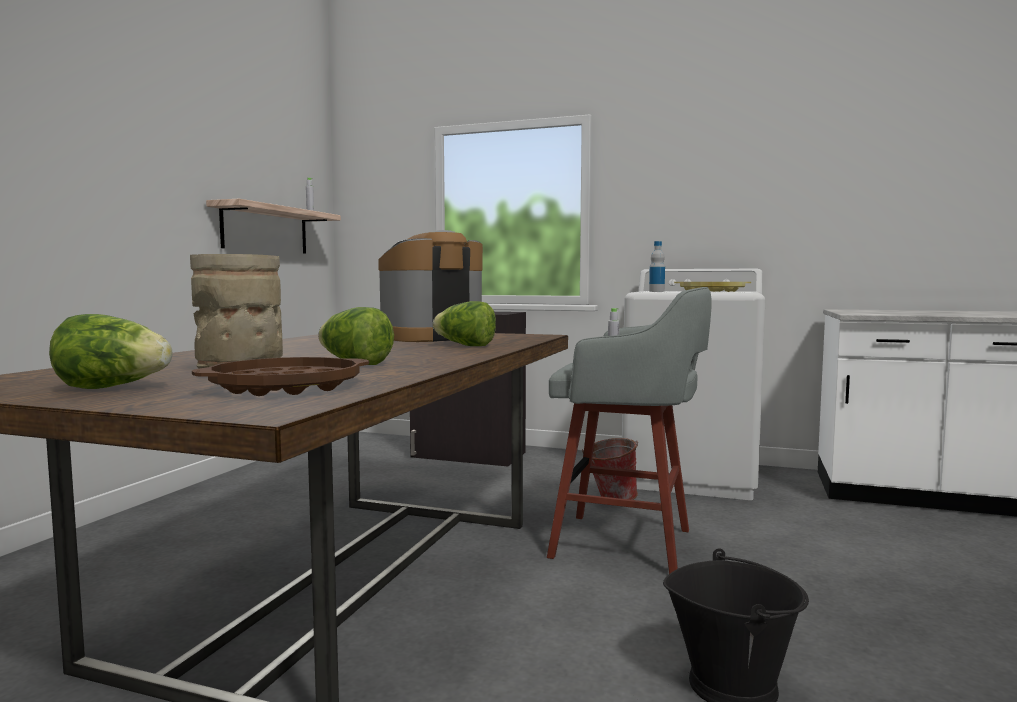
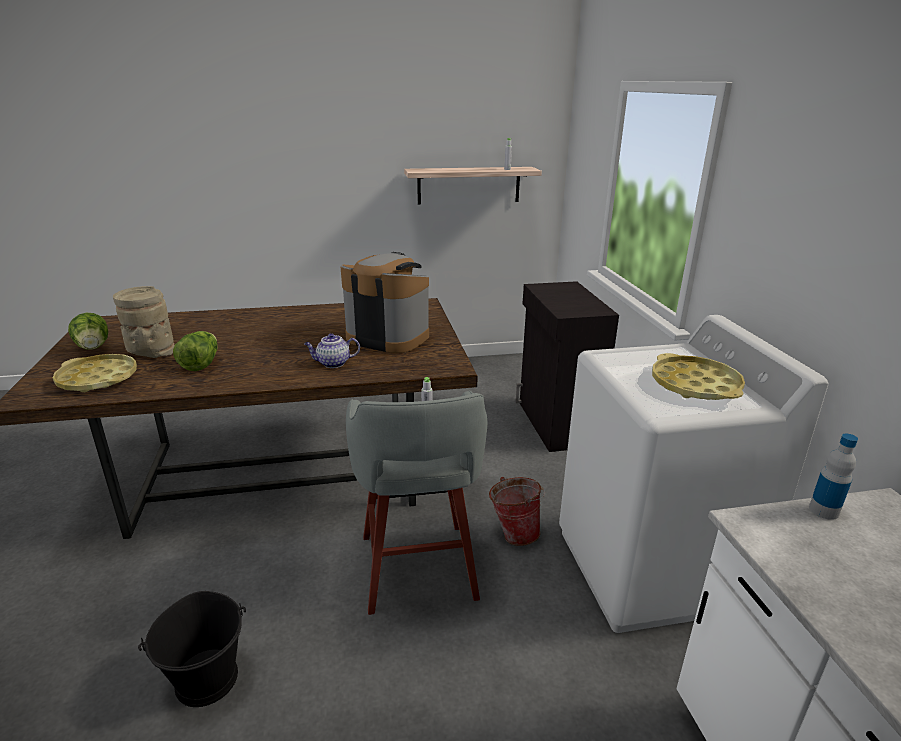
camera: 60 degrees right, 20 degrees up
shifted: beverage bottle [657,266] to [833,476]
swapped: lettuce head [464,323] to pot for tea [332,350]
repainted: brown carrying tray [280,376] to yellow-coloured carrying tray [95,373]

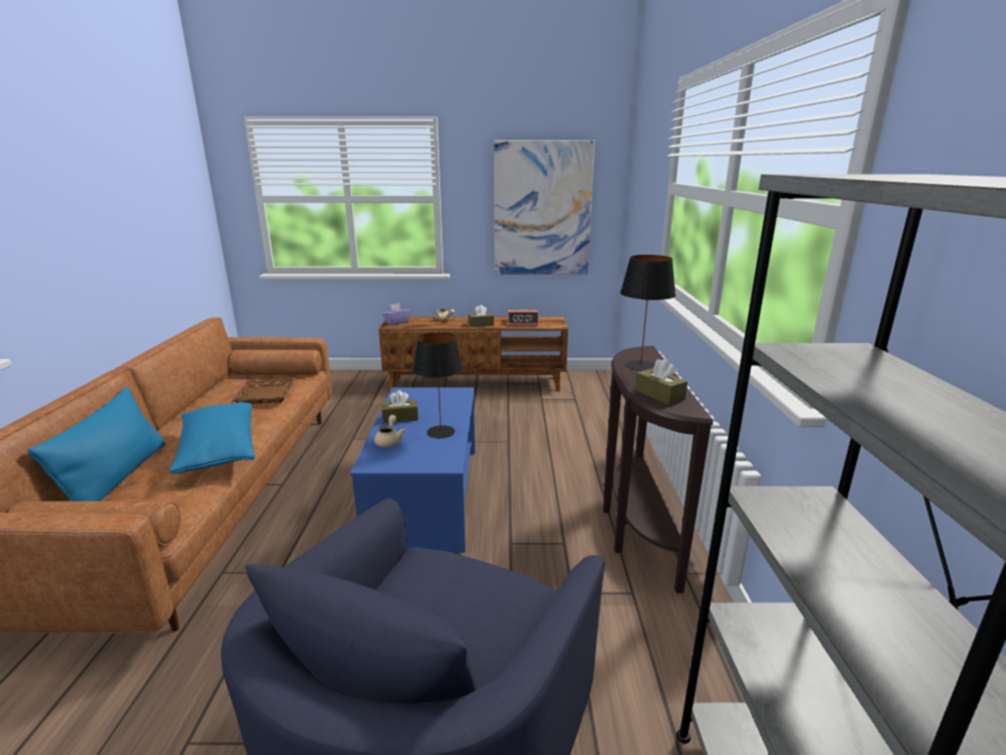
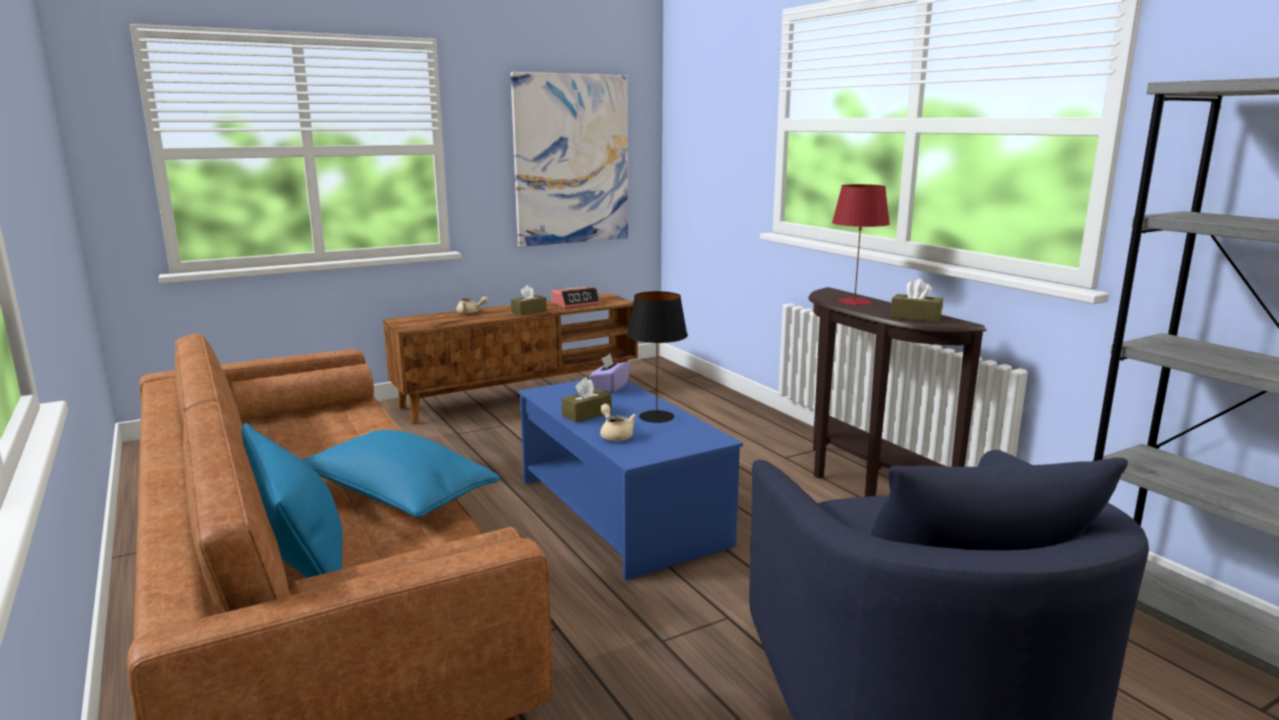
camera: 30 degrees left, 5 degrees down
gone: brown carrying tray [264,391]
shifted: purple box of tissues [396,314] to [610,373]
repainted: blackish table lamp [648,313] to red table lamp [861,244]

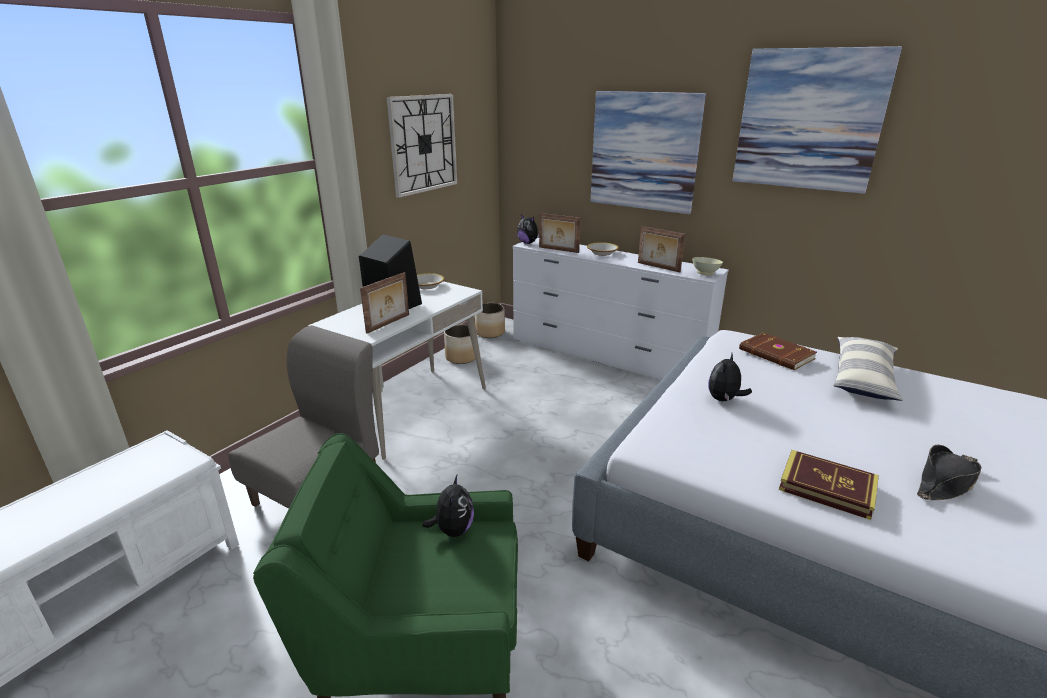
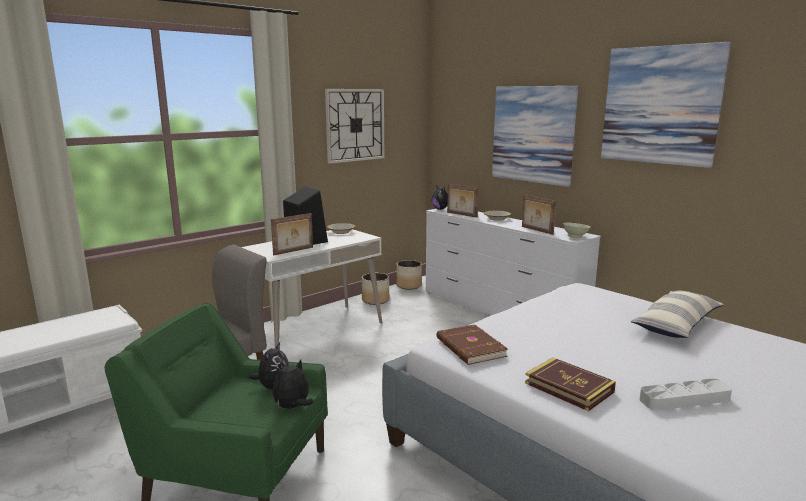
camera: 15 degrees right, 10 degrees down
shifted: brown volume [778,351] to [472,344]; cuddly toy [730,377] to [292,384]
swapped: blackish wearable hat [949,472] to grey carrying tray [685,394]

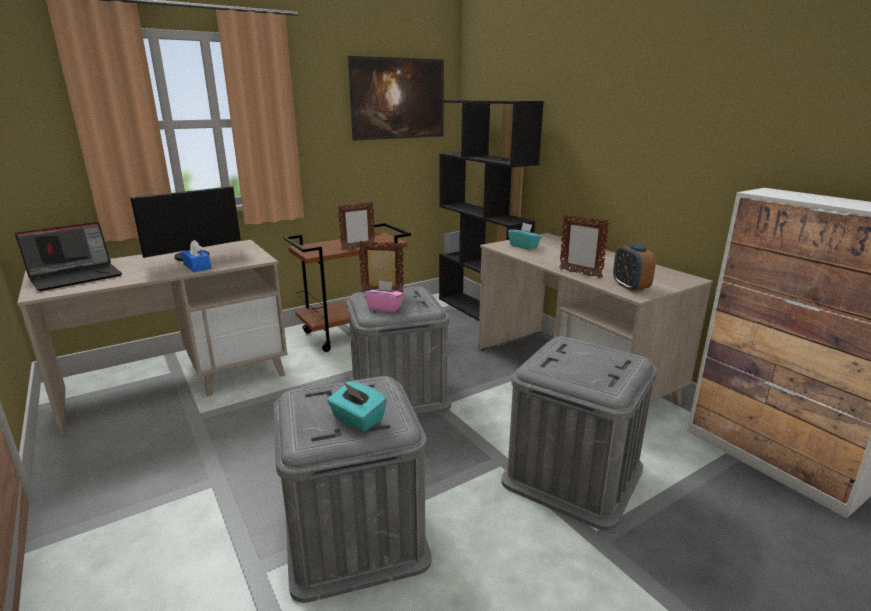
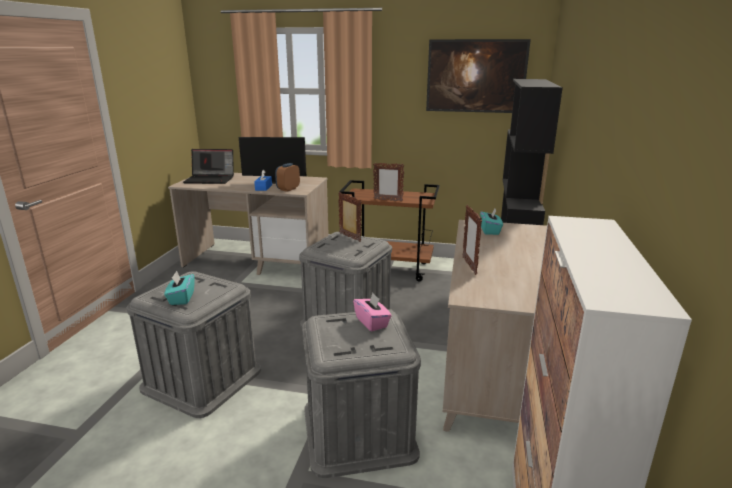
camera: 45 degrees right, 0 degrees up
shifted: alarm clock [634,268] to [287,177]; pinkish box of tissues [384,296] to [372,312]

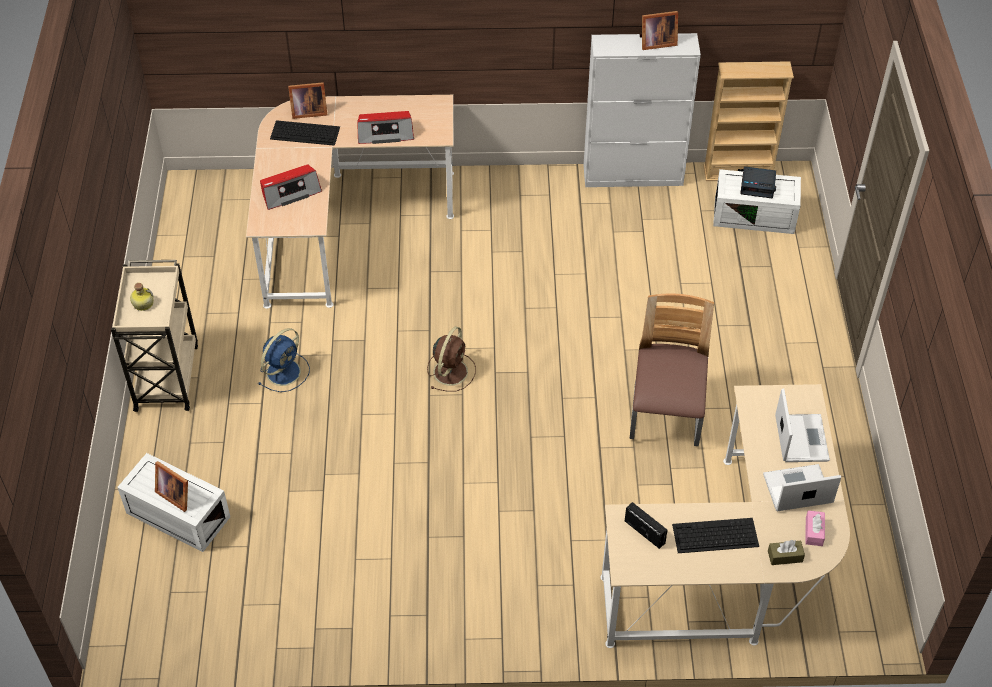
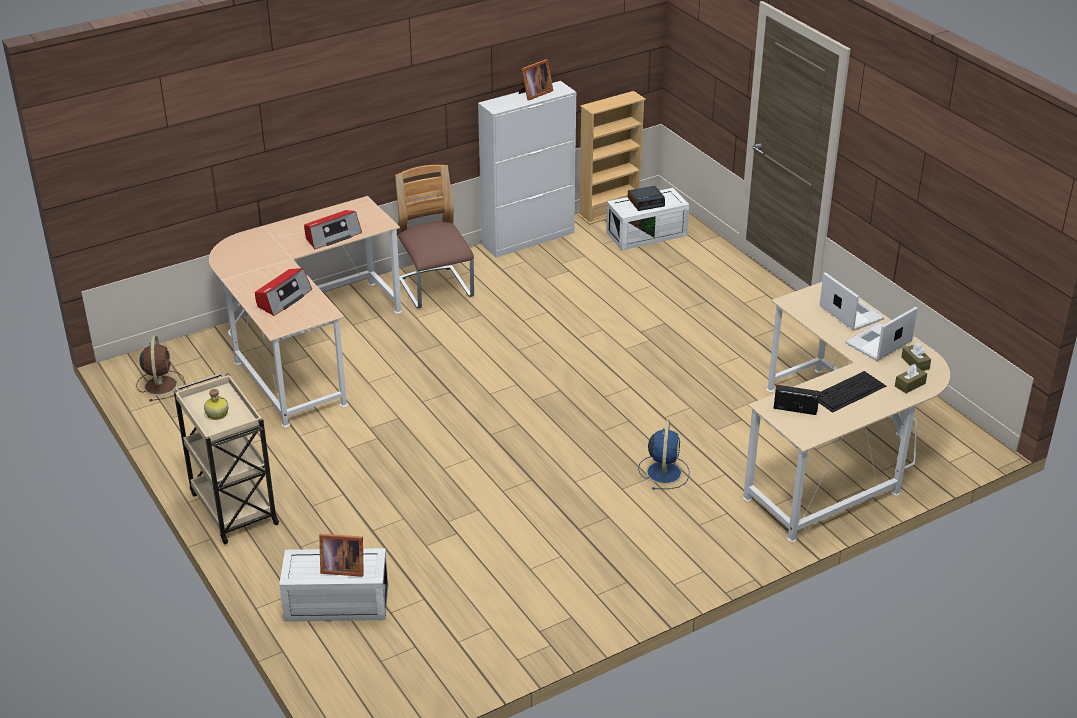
camera: 30 degrees left, 15 degrees down
gone: photo frame [307,100]; keyboard [305,133]
shifted: plain chair [672,370] to [434,237]; brown cooling fan [451,359] to [160,368]; bluish cooling fan [284,360] to [664,455]
repainted: pinkish box of tissues [815,528] to brown box of tissues [916,356]

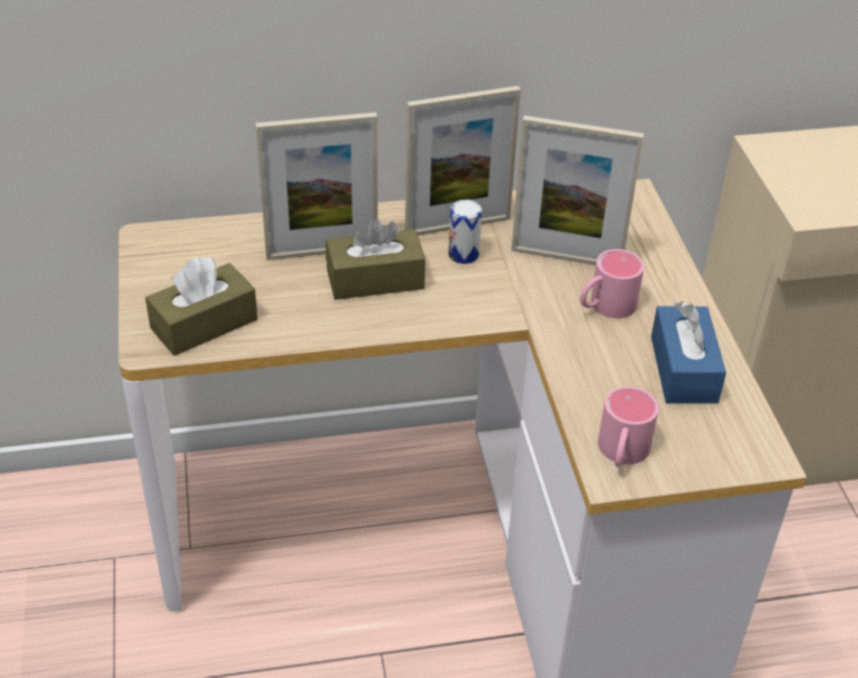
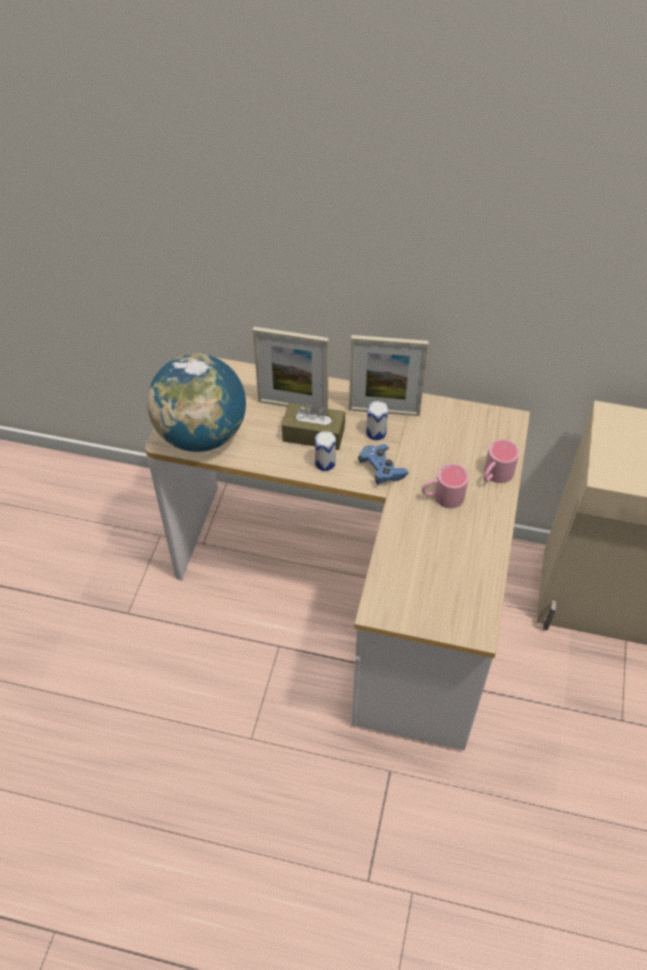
camera: 25 degrees right, 10 degrees up
gone: photo frame [577,190]; bluish box of tissues [688,353]
new: metal can [325,451]; bluish joypad [383,464]
shifted: pinkish tea mug [628,426] to [501,461]
swapped: brown box of tissues [201,306] to world globe [196,403]

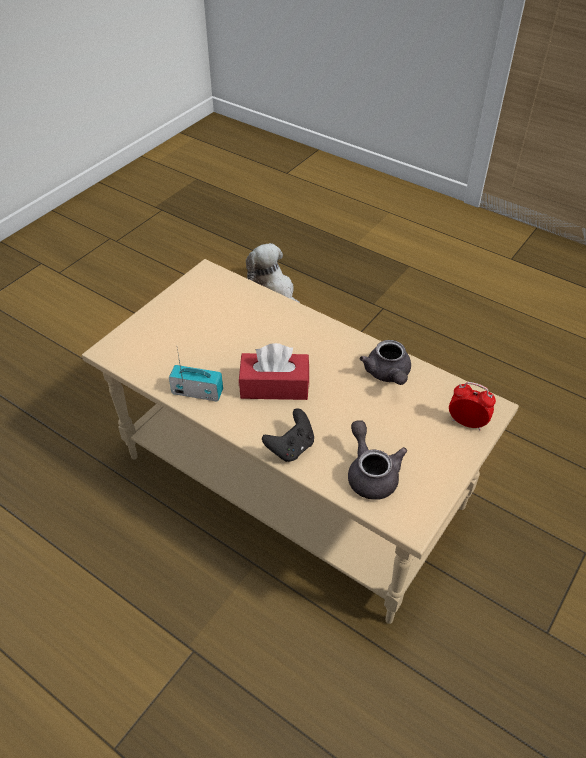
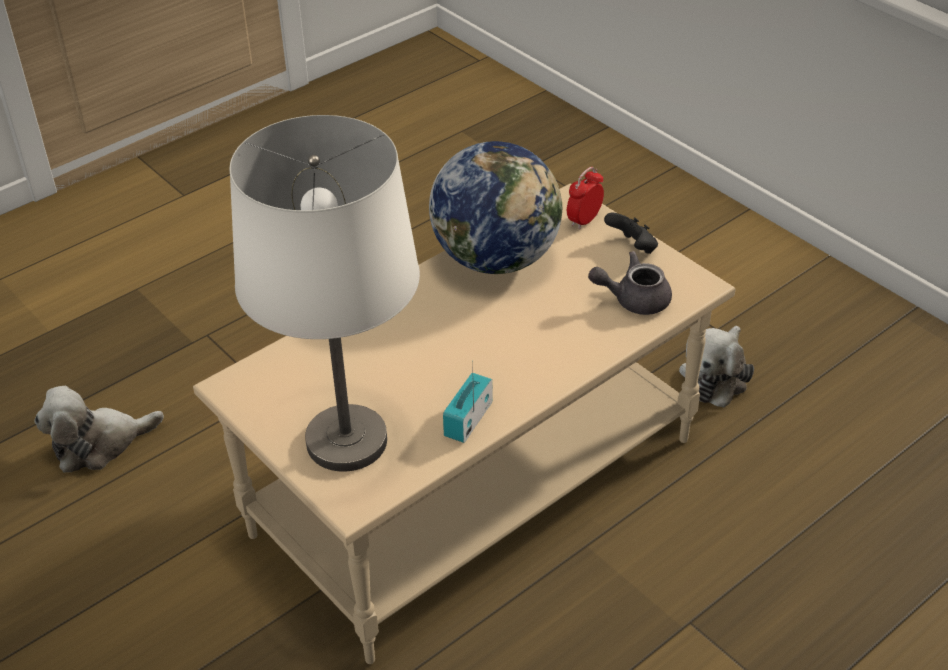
camera: 75 degrees left, 5 degrees down
gone: red box of tissues [274,371]
new: white-coloured table lamp [325,293]; cuddly toy [716,367]
shifted: blackish joypad [288,435] to [631,233]
swapped: grey pot for tea [385,362] to world globe [495,207]

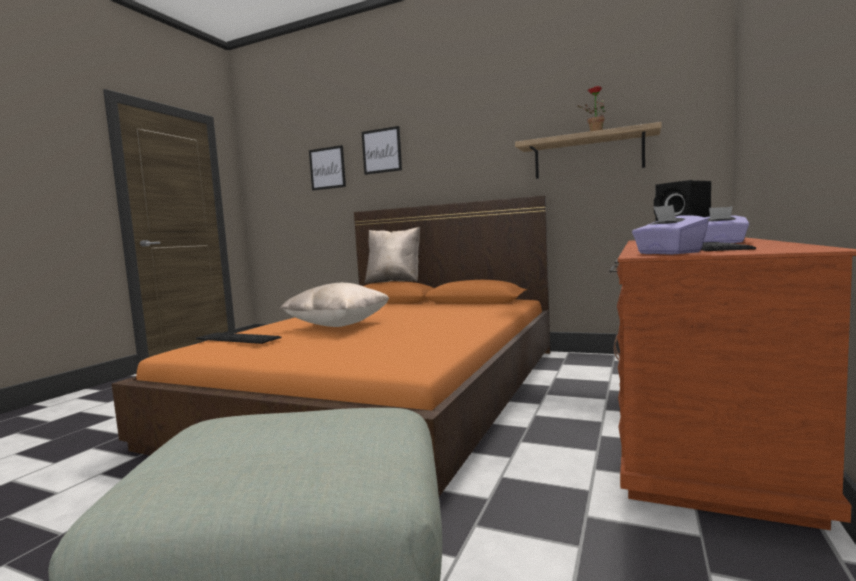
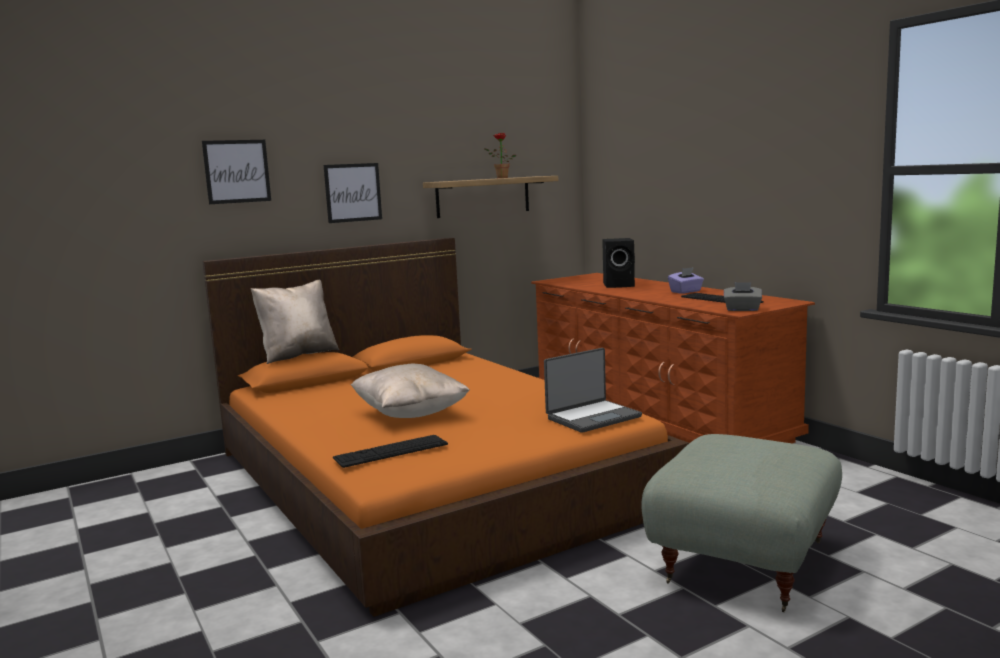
camera: 55 degrees left, 5 degrees up
new: portable computer [593,390]
shifted: picture [327,167] to [353,193]
repainted: purple box of tissues [670,230] to grey box of tissues [743,296]

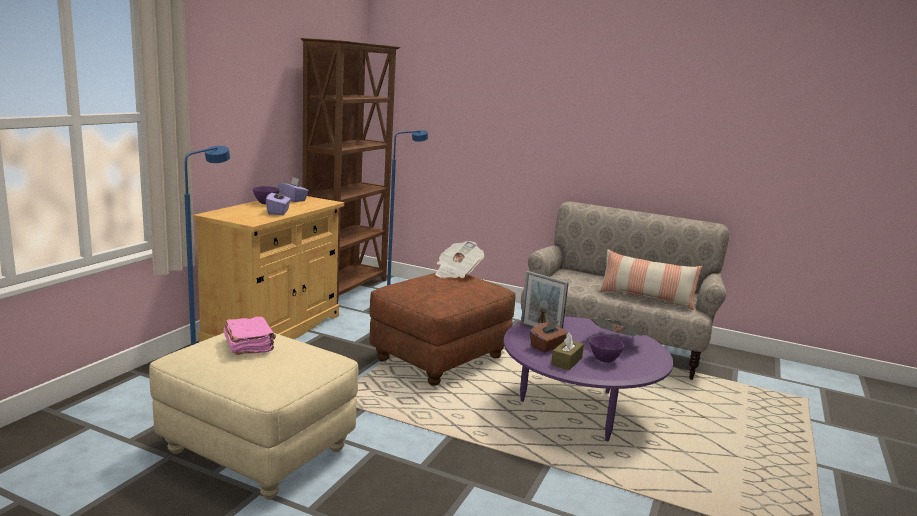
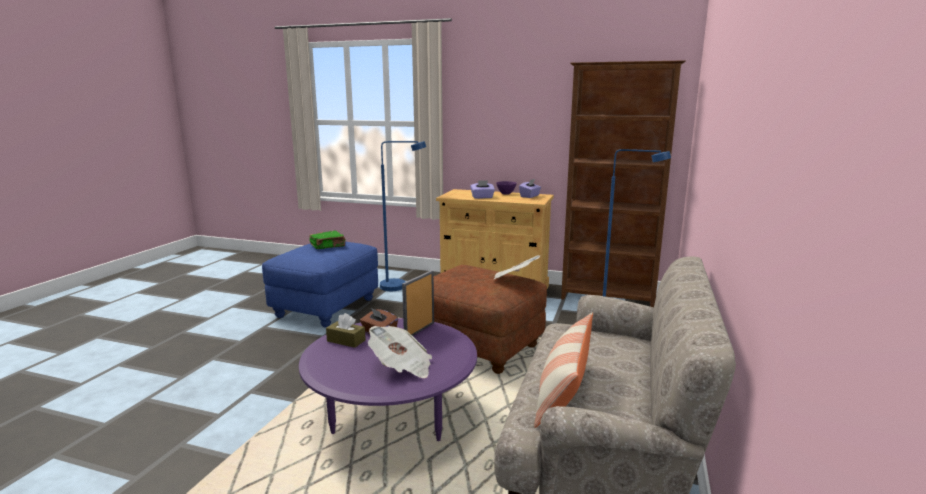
camera: 85 degrees right, 0 degrees up
gone: purple bowl [606,349]
repainted: pinkish volume [250,335] to green-coloured volume [327,240]; beige-coloured pouffe [253,416] to bluish pouffe [320,284]

